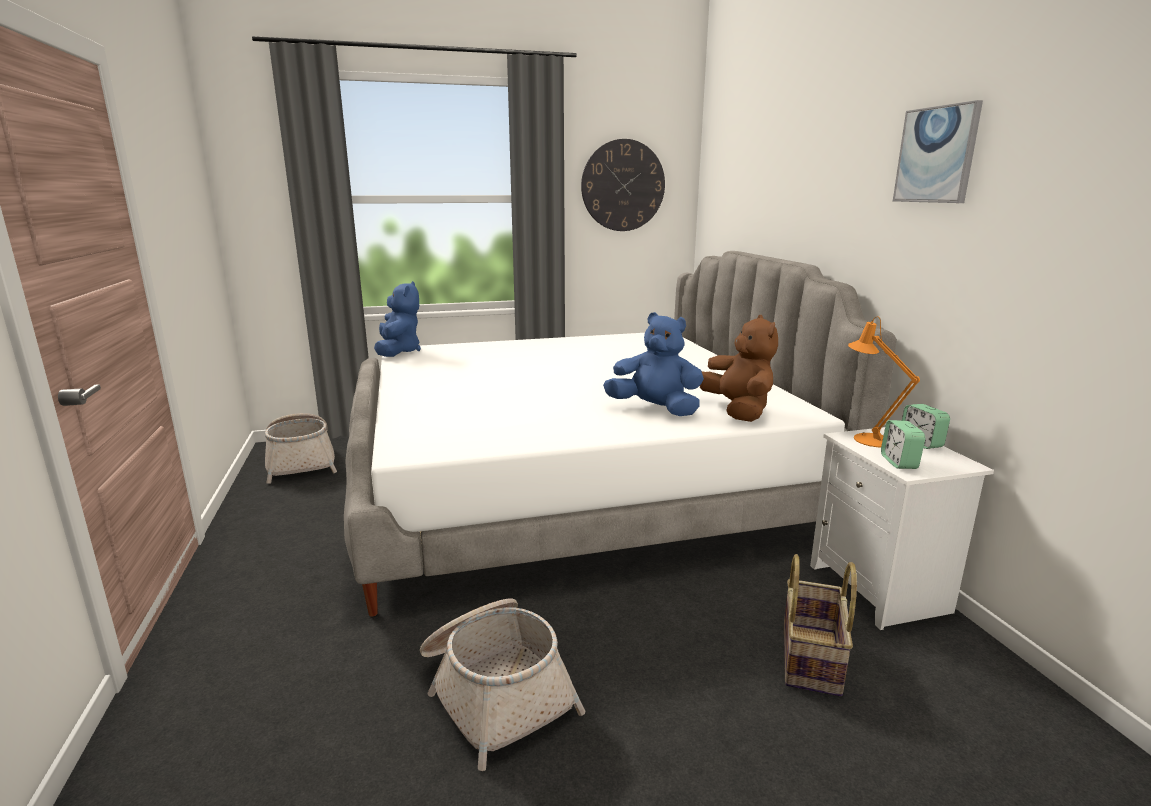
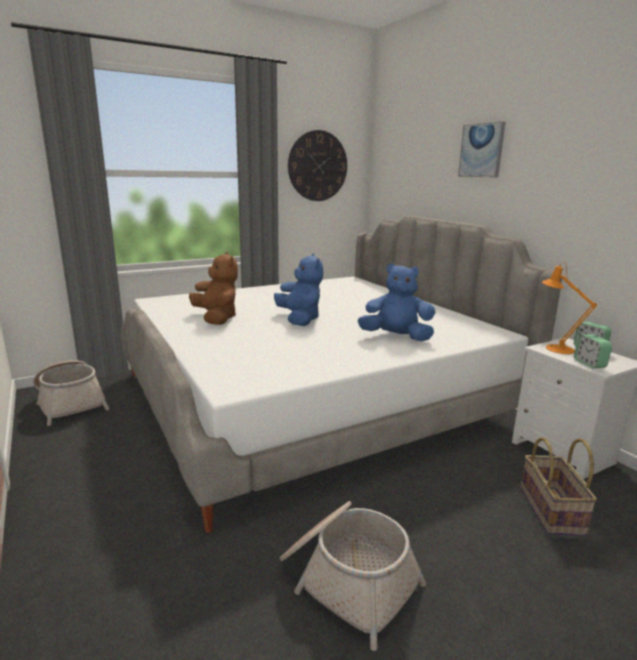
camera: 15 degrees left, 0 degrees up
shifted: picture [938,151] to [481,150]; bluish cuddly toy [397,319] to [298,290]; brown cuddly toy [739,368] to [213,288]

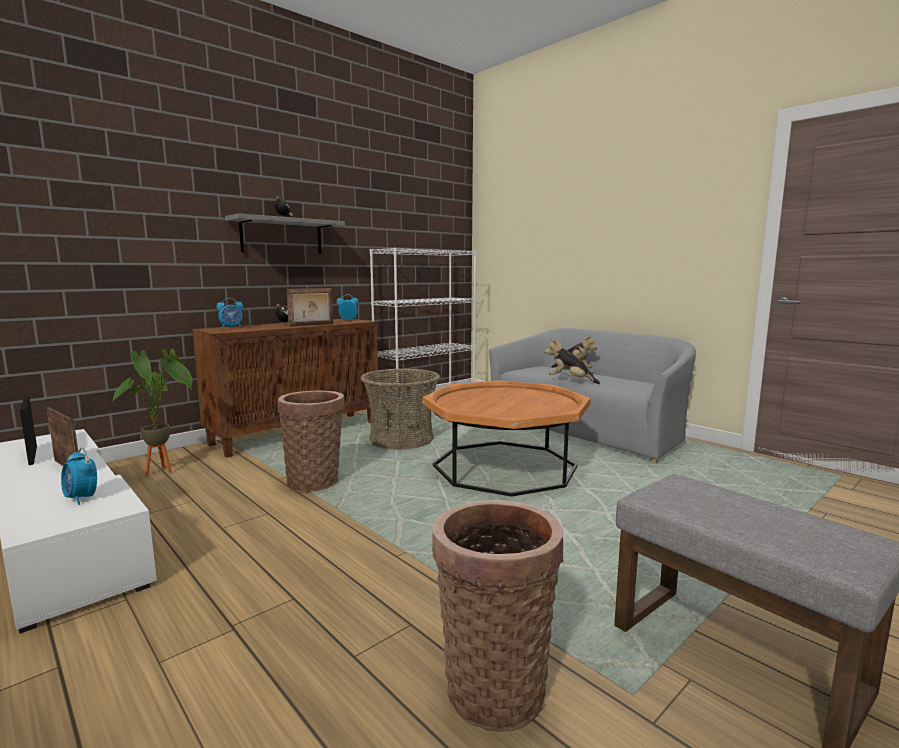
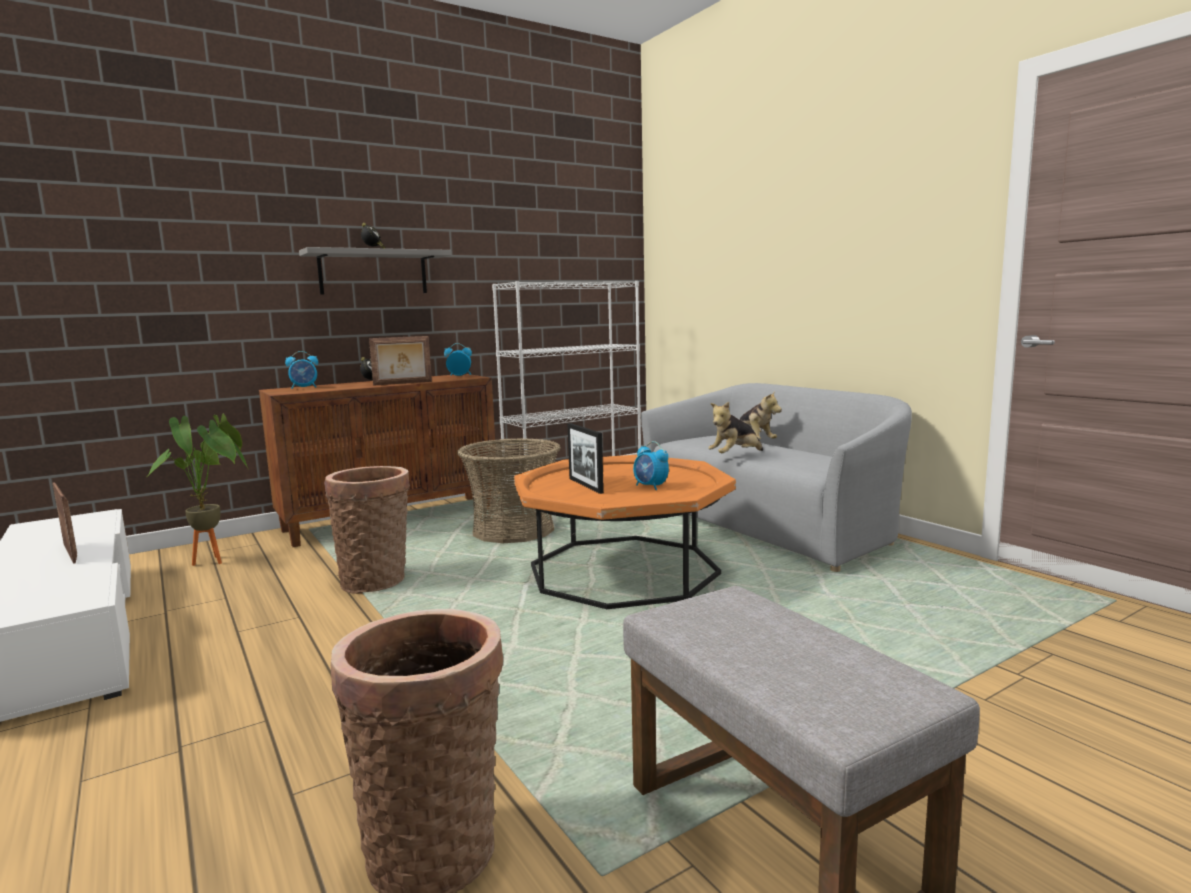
camera: 10 degrees right, 0 degrees up
shifted: photo frame [28,430] to [585,458]; alarm clock [79,476] to [651,465]
rotated: cuddly toy [572,361] = [735,427] 75 degrees counterclockwise

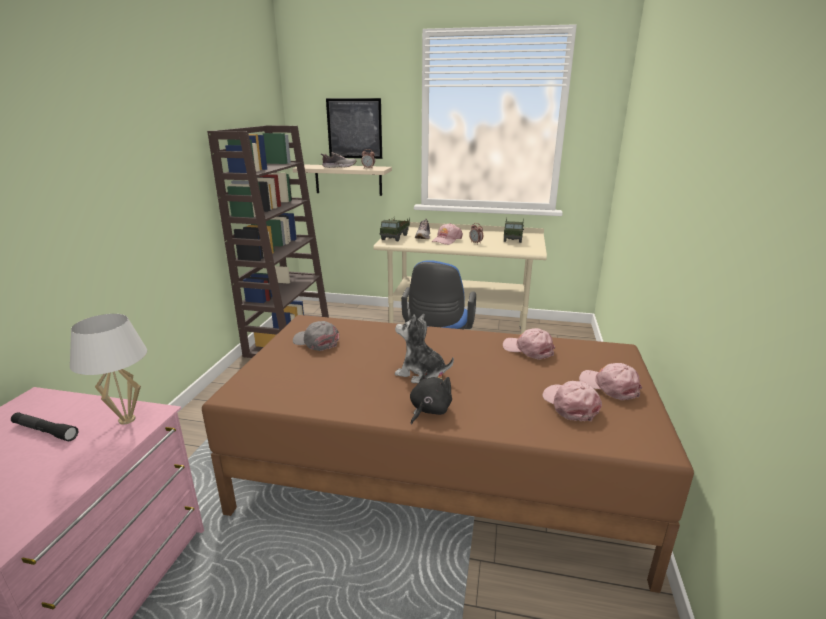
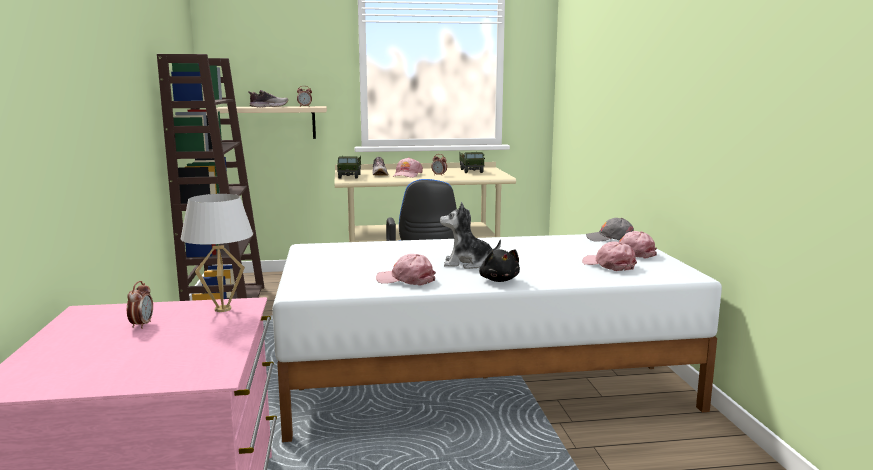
camera: 20 degrees left, 10 degrees down
gone: picture [354,128]
shifted: grey peaked cap [316,336] to [610,230]; pinkish peaked cap [529,344] to [406,270]
swapped: blackish torch [44,426] to alarm clock [140,305]
repainted: brown bedroom bed [448,454] to white-coloured bedroom bed [497,338]
rotated: blackish cuddly toy [431,397] = [499,265] 150 degrees clockwise

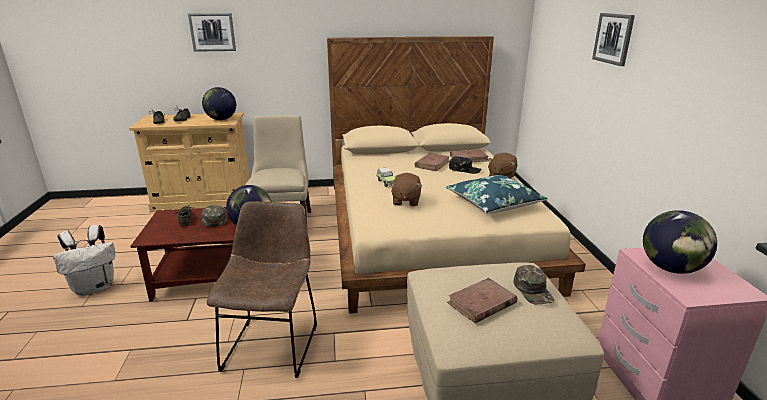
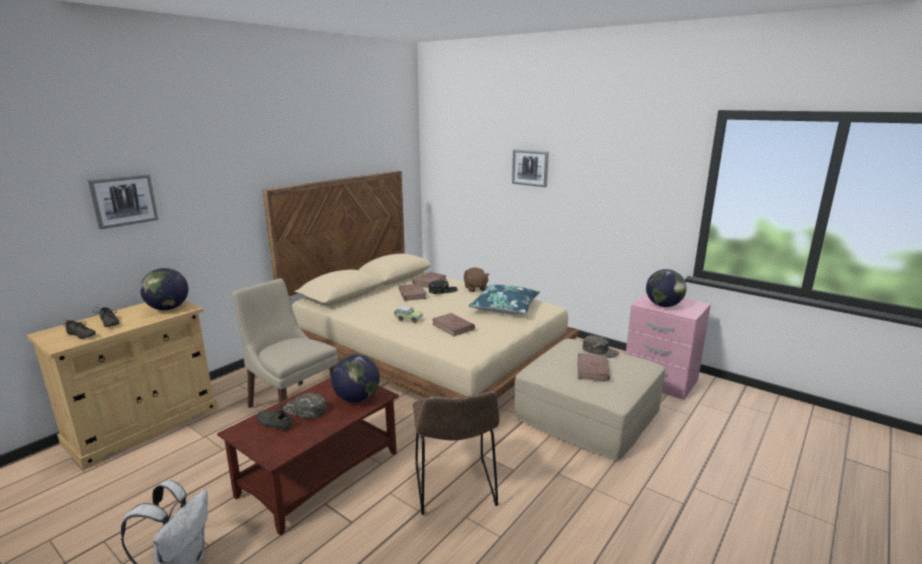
camera: 45 degrees left, 5 degrees down
swapped: brown cuddly toy [406,189] to brown volume [453,324]
rotated: brown plain chair [262,289] = [456,453] 150 degrees counterclockwise

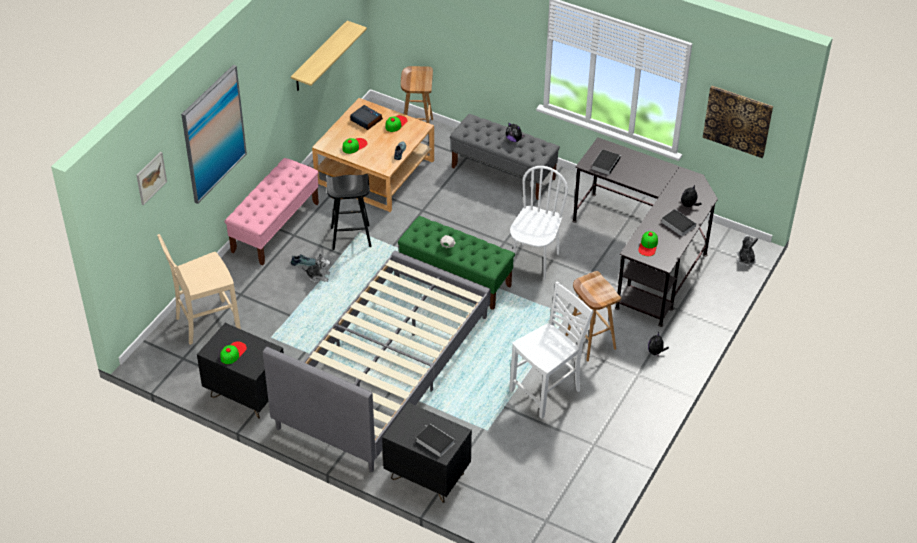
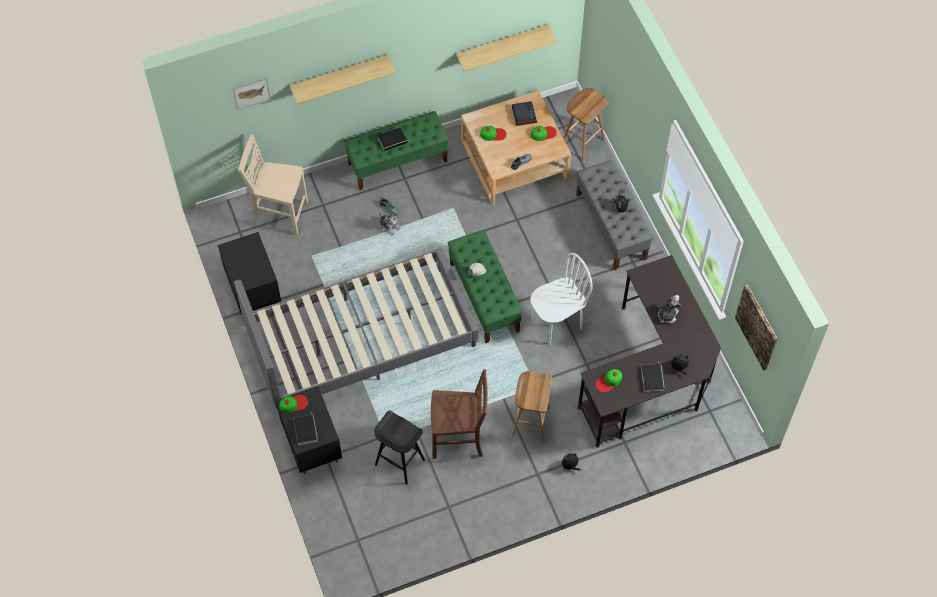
camera: 40 degrees right, 15 degrees up
shifted: volume [605,162] to [395,139]; blackish stool [349,212] to [399,447]; cuddly toy [747,250] to [669,309]; peaked cap [233,352] to [293,404]
swapped: picture [214,134] to bracket shelf [343,79]
repainted: pinkish indoor bench [272,212] to green-coloured indoor bench [396,150]; white-coloured plain chair [551,350] to brown plain chair [459,414]

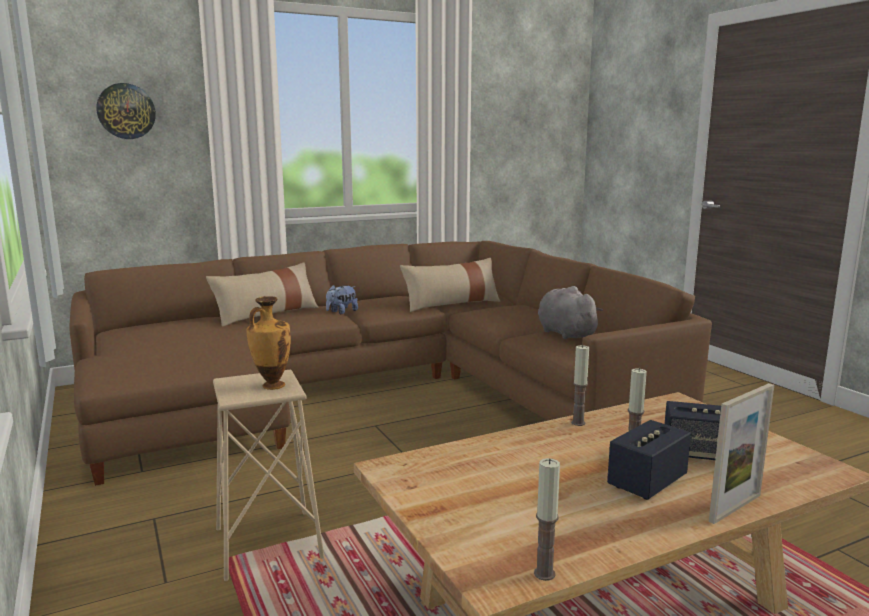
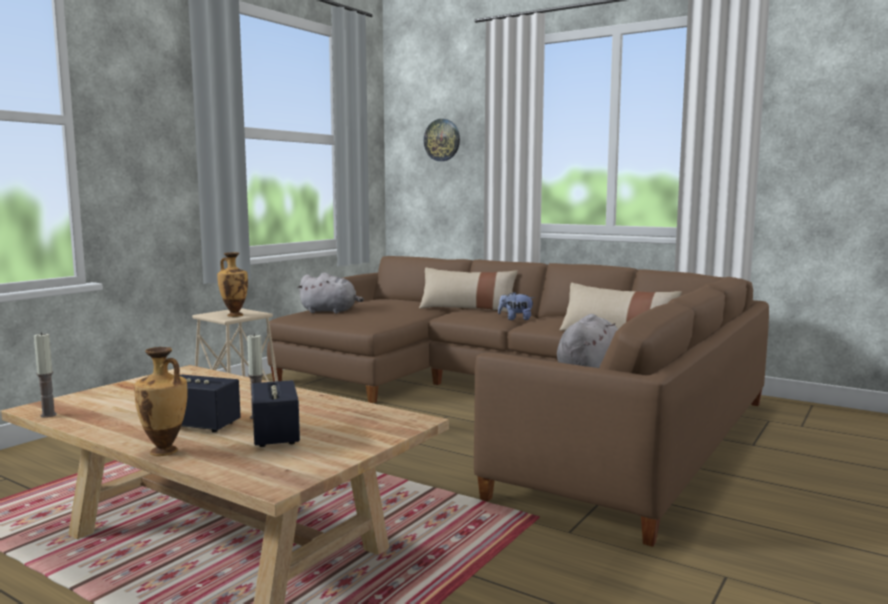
camera: 60 degrees right, 5 degrees down
gone: candle [580,385]
new: grey cuddly toy [330,293]
swapped: photo frame [741,453] to vase [160,401]

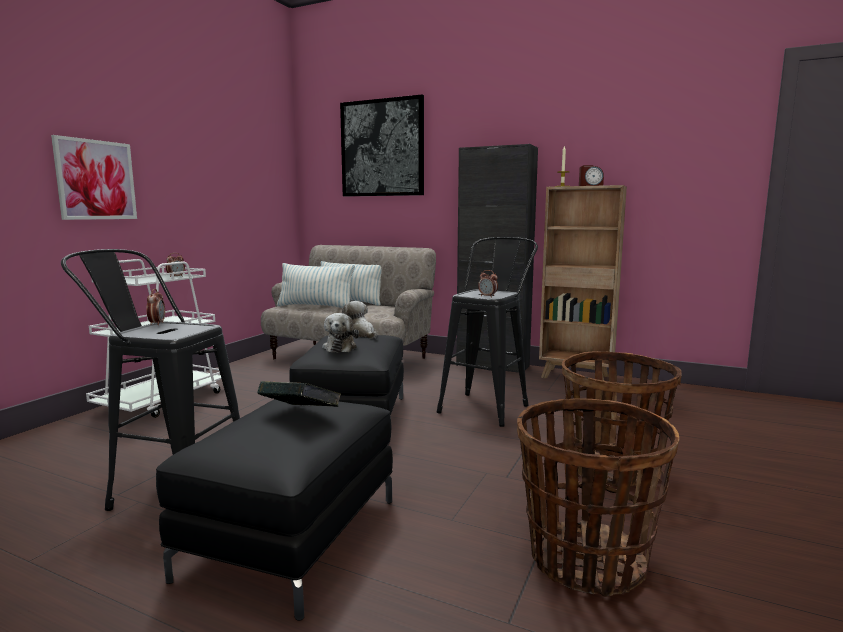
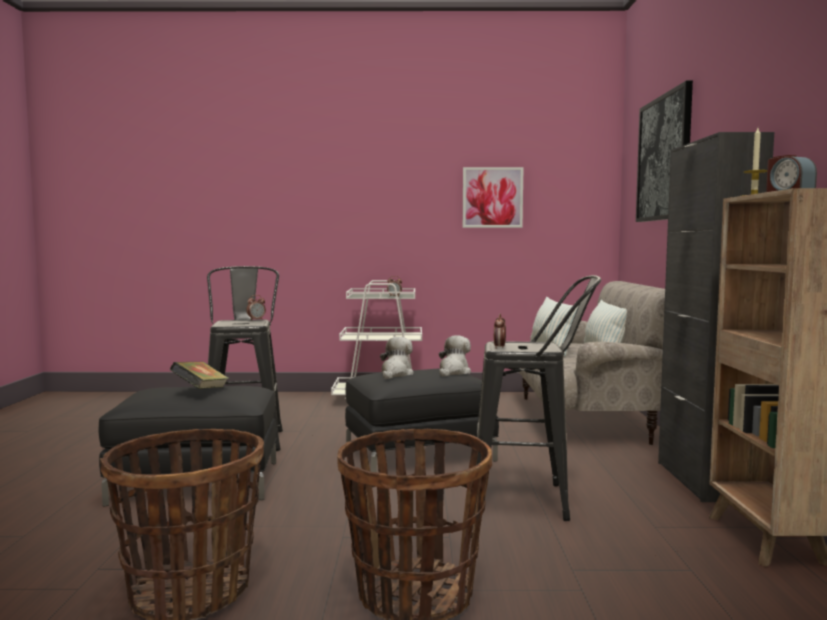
camera: 65 degrees right, 5 degrees down
shifted: picture [94,177] to [493,197]
rotated: cuddly toy [340,332] = [397,358] 135 degrees clockwise

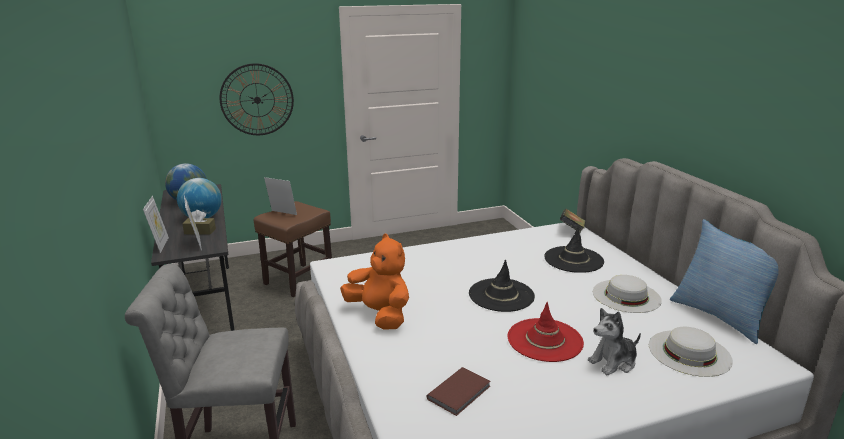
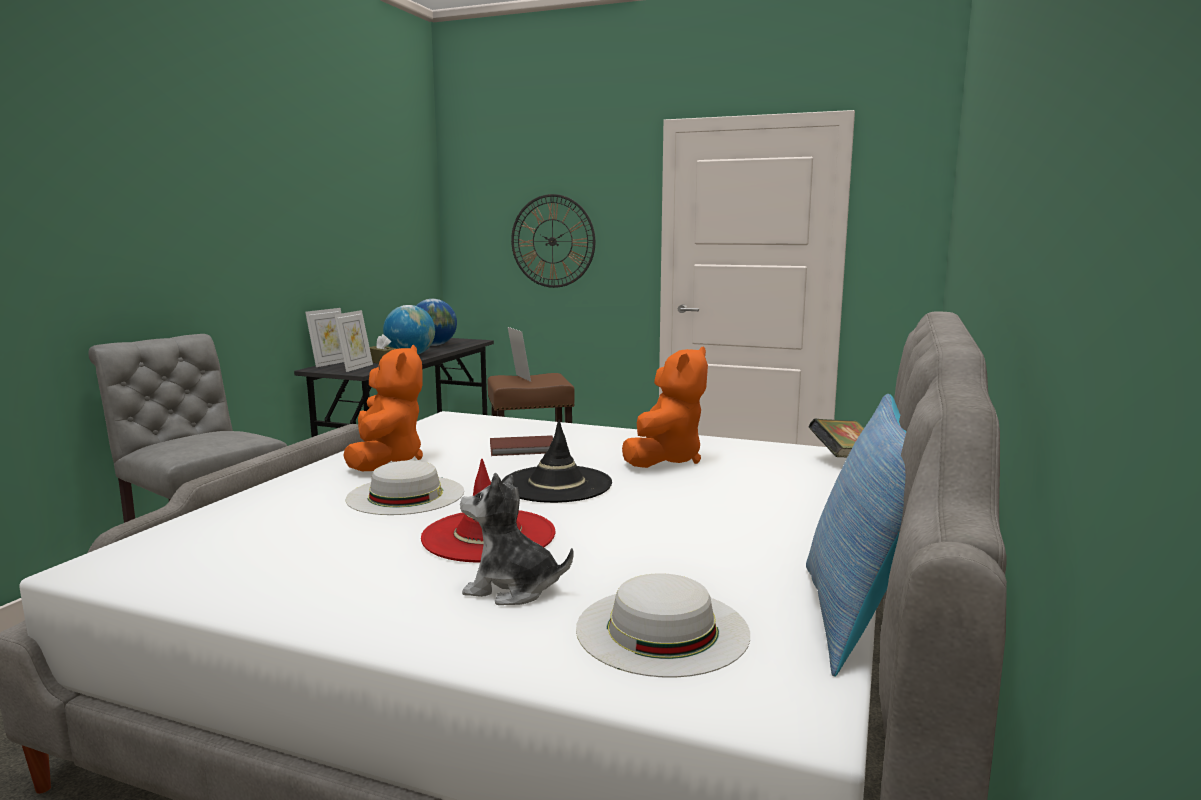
camera: 40 degrees right, 10 degrees down
gone: blackish wearable hat [574,250]
new: orange cuddly toy [665,407]
shifted: white-coloured wearable hat [627,294] to [404,487]; brown volume [459,391] to [521,445]

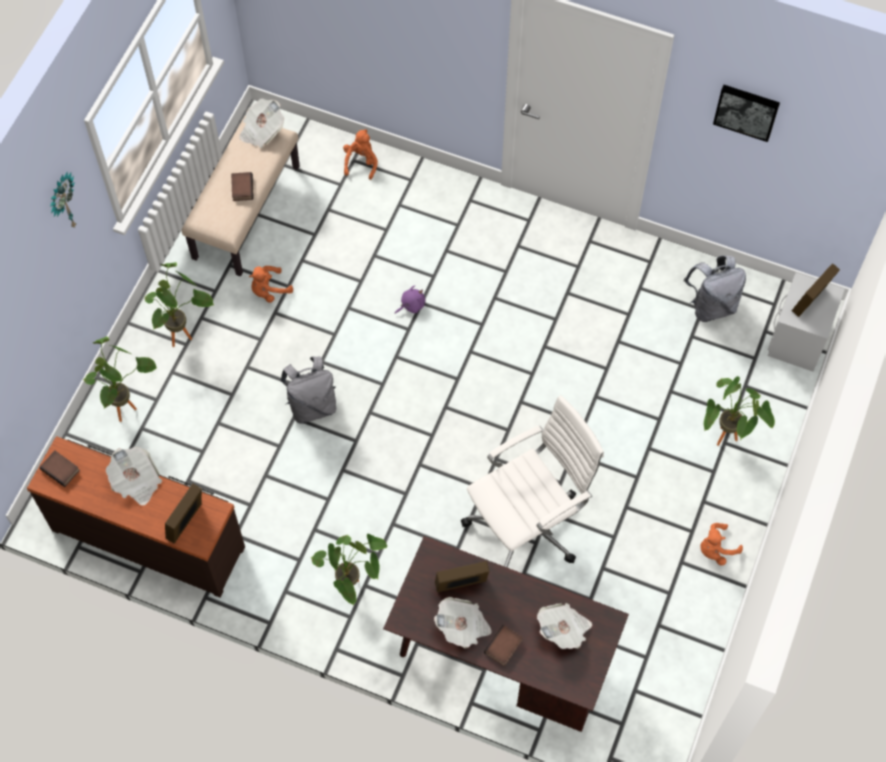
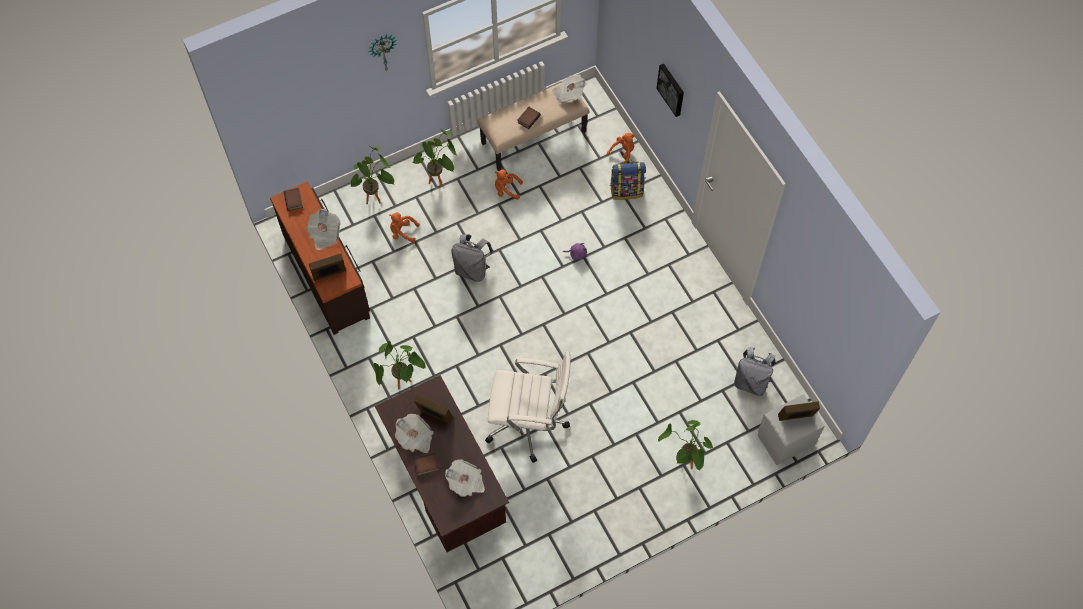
camera: 40 degrees right, 0 degrees up
new: knapsack [628,180]
shifted: picture [746,113] to [670,90]; orange cuddly toy [721,544] to [405,227]

